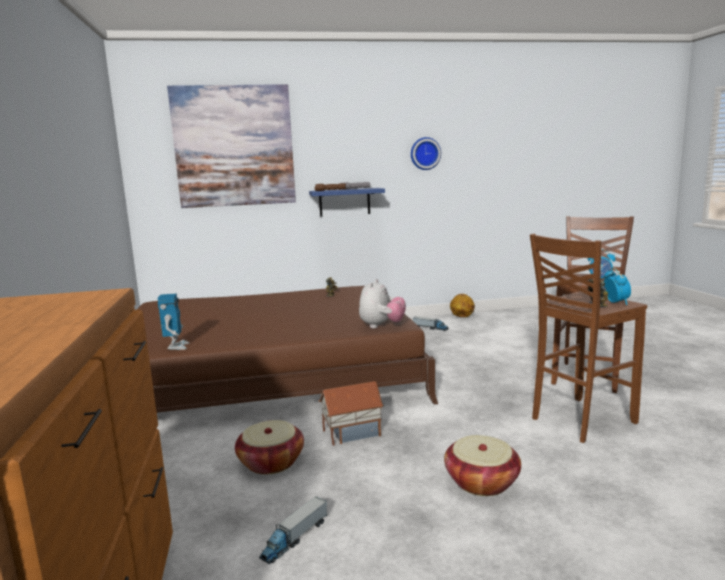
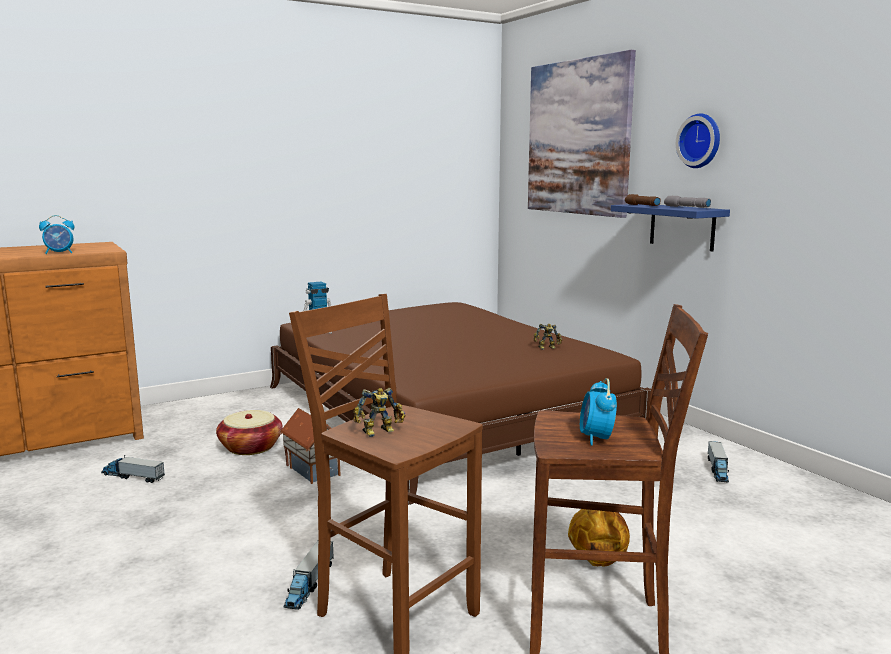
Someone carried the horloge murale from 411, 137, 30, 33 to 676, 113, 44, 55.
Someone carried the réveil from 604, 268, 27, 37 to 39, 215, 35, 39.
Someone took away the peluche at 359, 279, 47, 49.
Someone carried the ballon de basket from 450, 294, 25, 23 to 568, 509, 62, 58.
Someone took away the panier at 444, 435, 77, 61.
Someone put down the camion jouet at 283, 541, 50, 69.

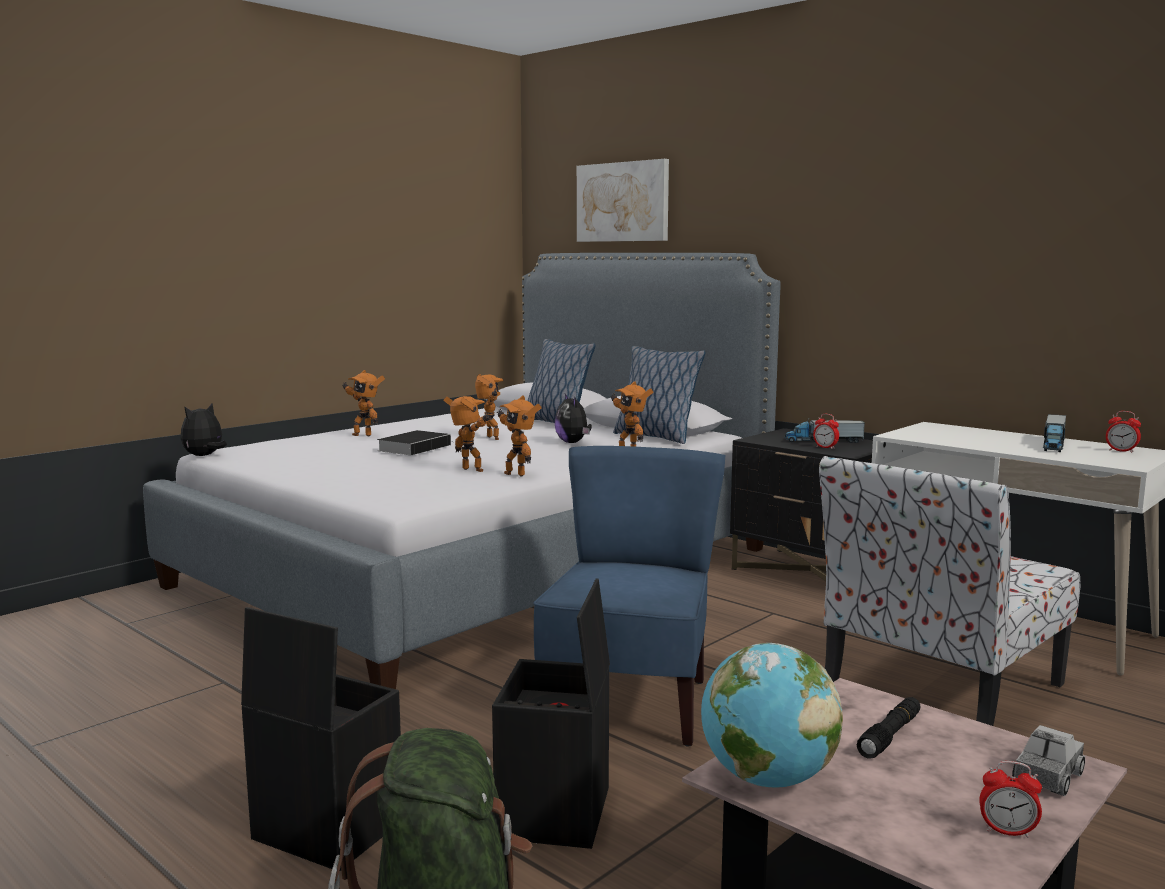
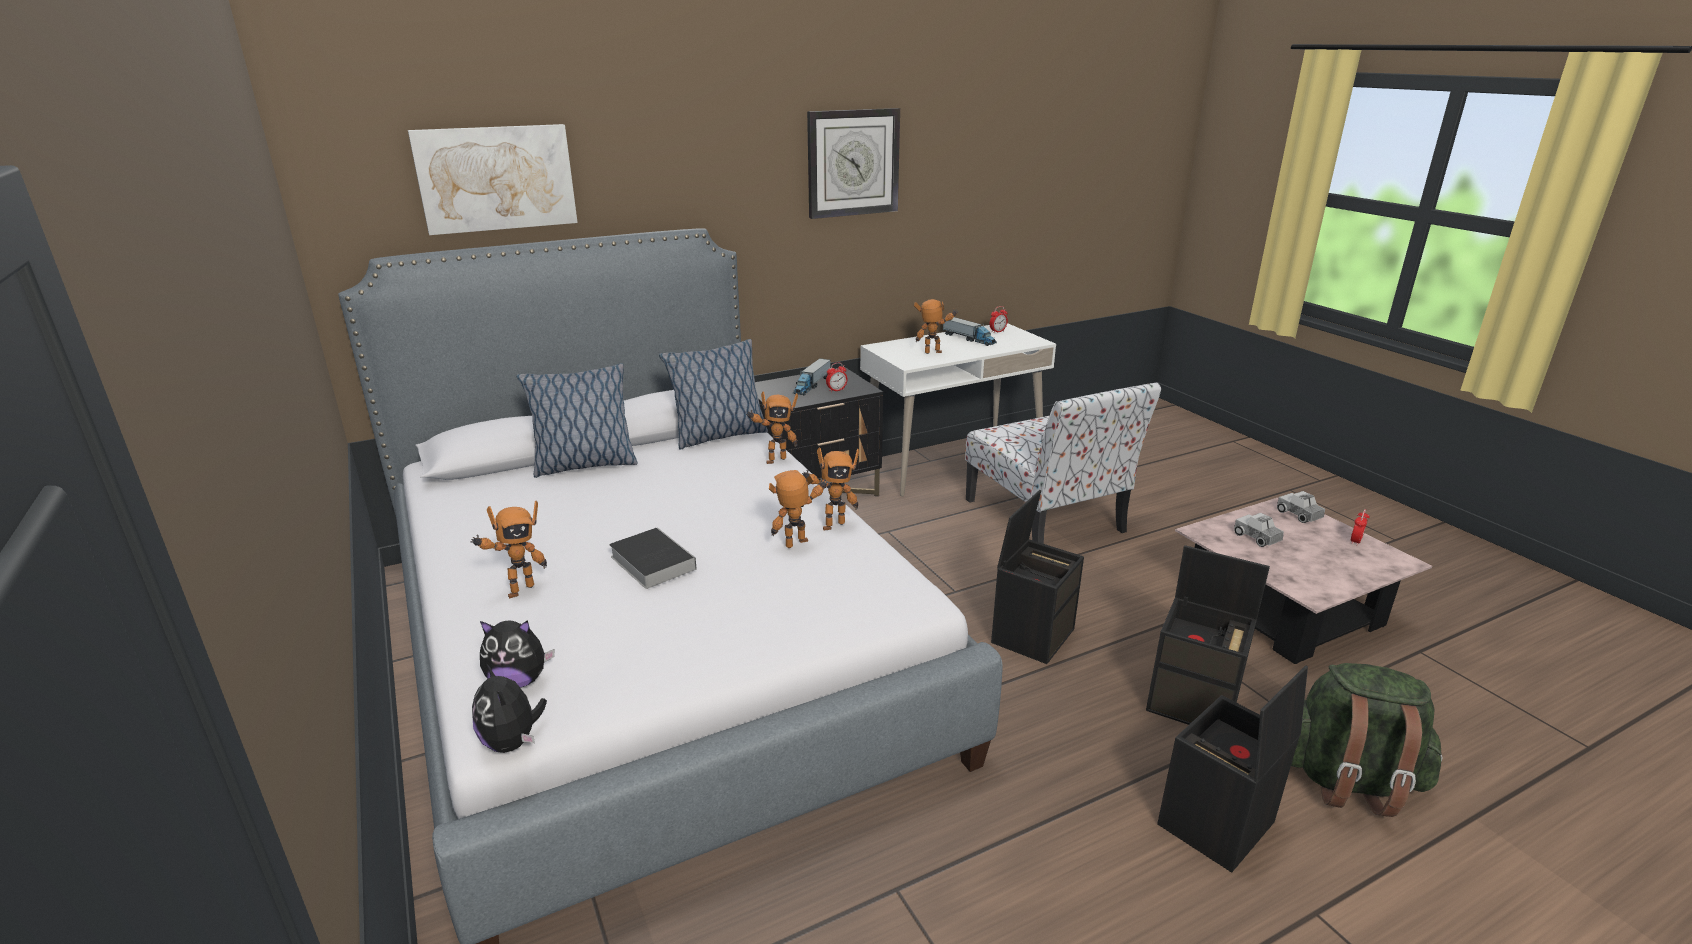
Someone carried the robot jouet from 475, 374, 28, 66 to 914, 299, 44, 55.
Someone carried the peluche from 555, 394, 37, 49 to 480, 620, 74, 68.
Someone swapped the chaise (bleu) at 533, 446, 192, 301 for the boîte de rangement (noir) at 991, 490, 93, 174.
Someone took away the globe at 701, 643, 142, 145.
Someone swapped the lampe de poche (noir) at 857, 697, 64, 62 for the camion jouet at 1234, 513, 50, 34.
Someone put up the horloge murale at 807, 108, 93, 111.

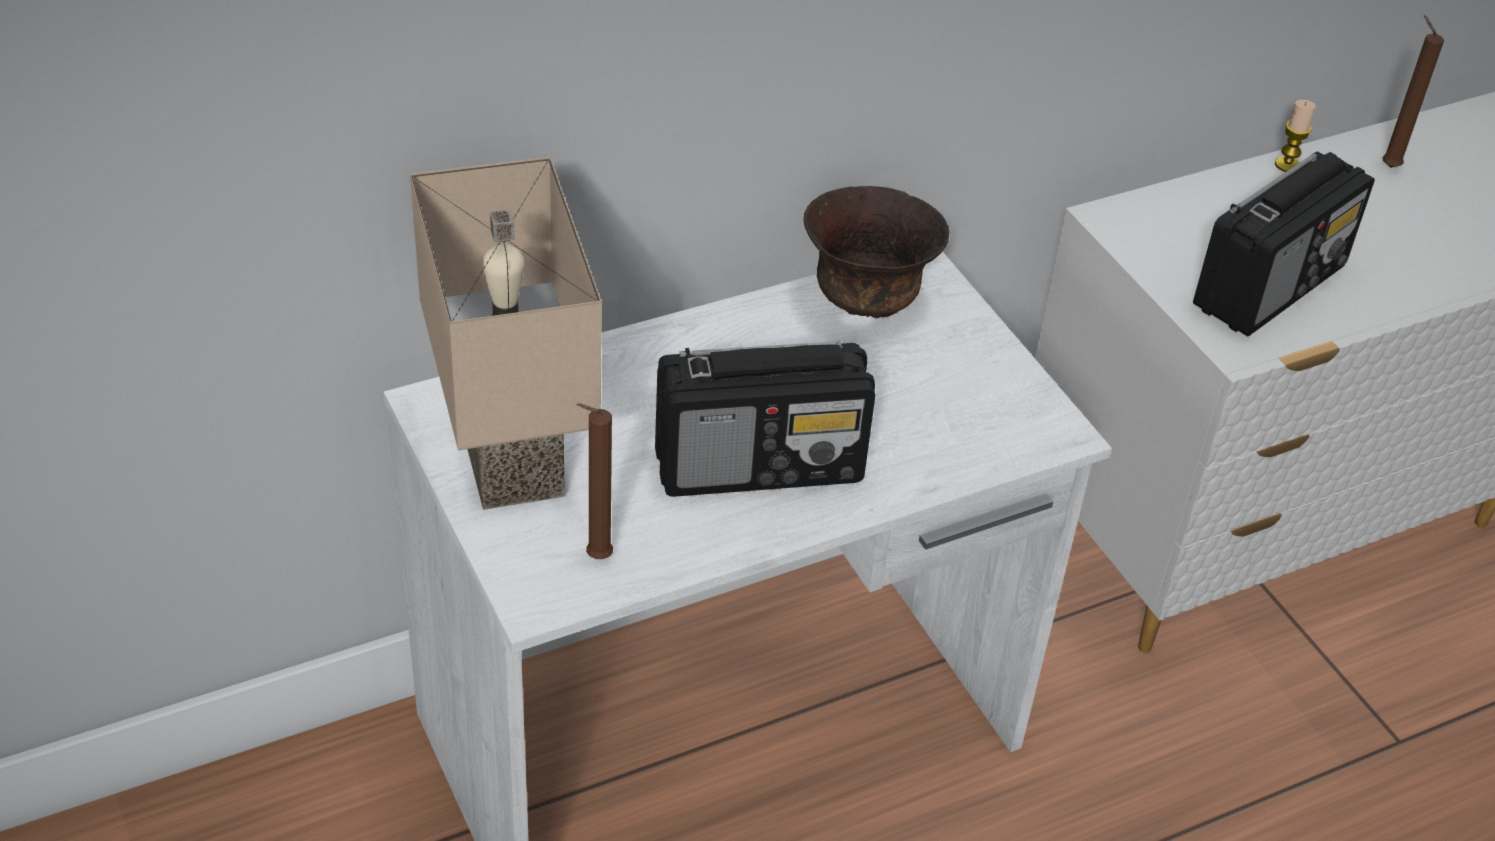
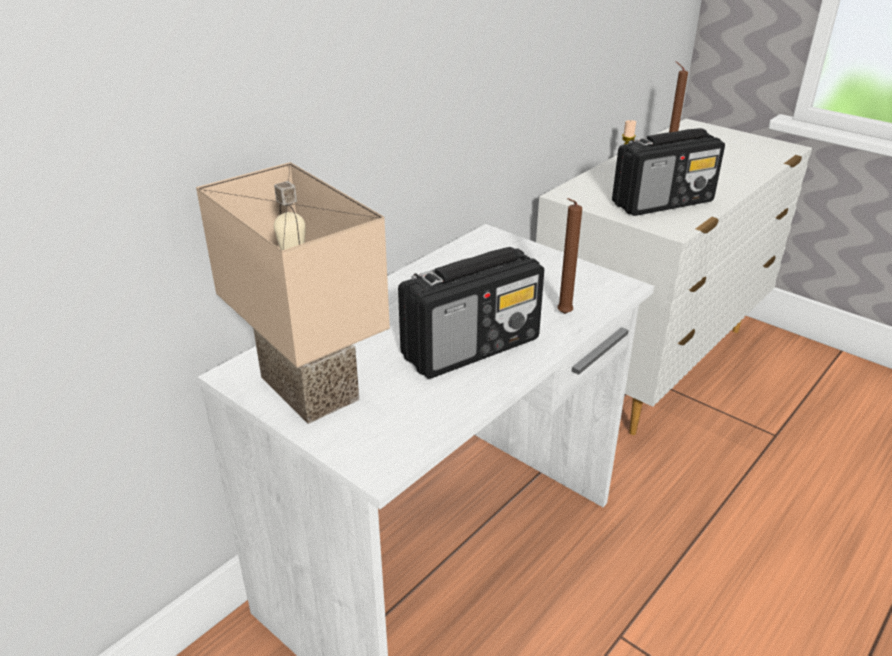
Someone rotated the radio at 1193, 151, 182, 185 by 45 degrees clockwise.
Someone took away the bol (marron) at 804, 186, 145, 132.
Someone carried the bougie (marron) from 576, 403, 37, 156 to 557, 198, 25, 116.

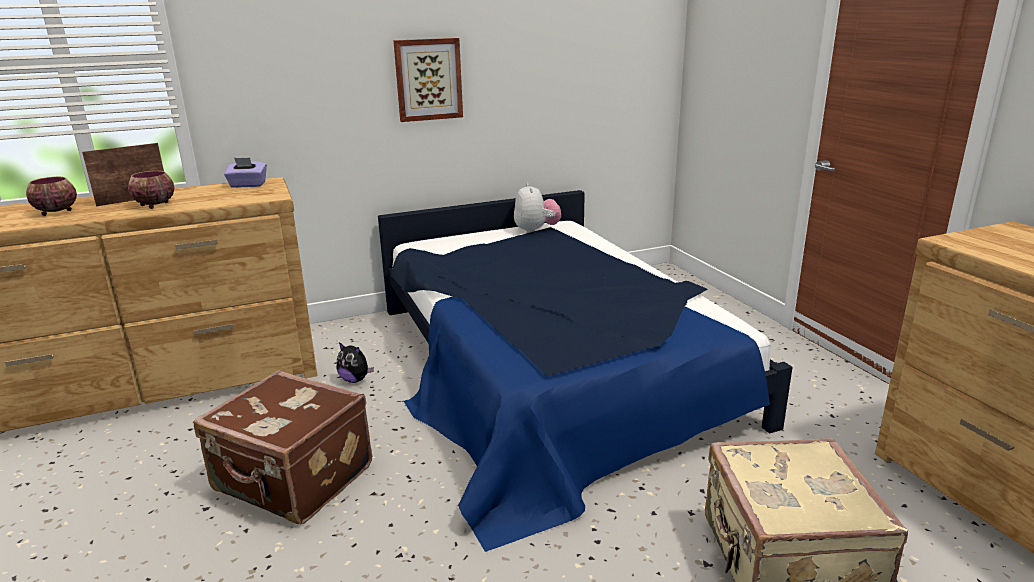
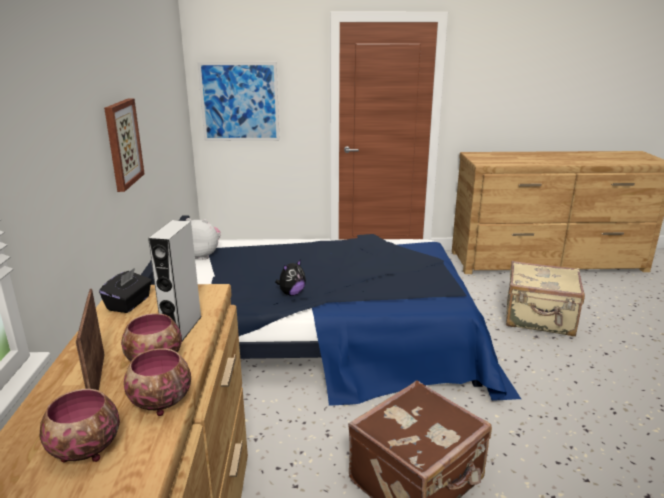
Someone repainted the boîte à mouchoirs (violet) at 224, 158, 43, 30, which became the boîte à mouchoirs (noir) at 99, 268, 53, 45.
Someone carried the peluche from 337, 342, 37, 41 to 275, 259, 31, 37.
Someone put up the tableau at 197, 62, 83, 79.
Someone put down the enceinte (gris) at 148, 220, 54, 121.
Someone put down the bol at 124, 348, 67, 68.

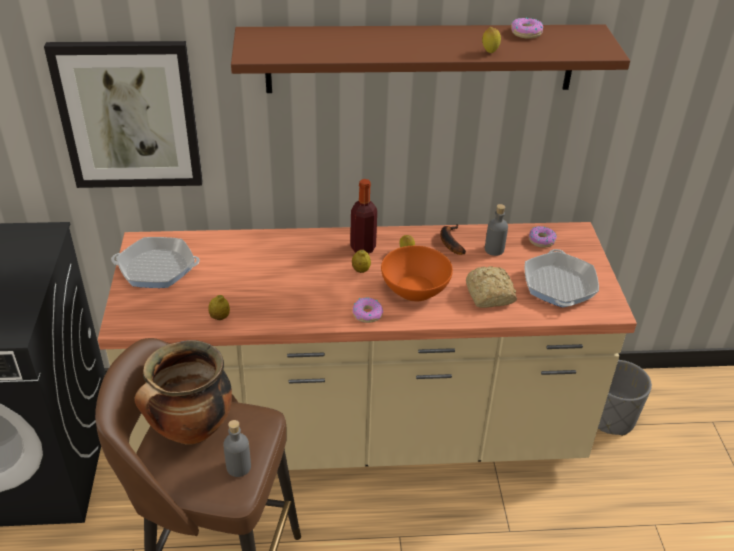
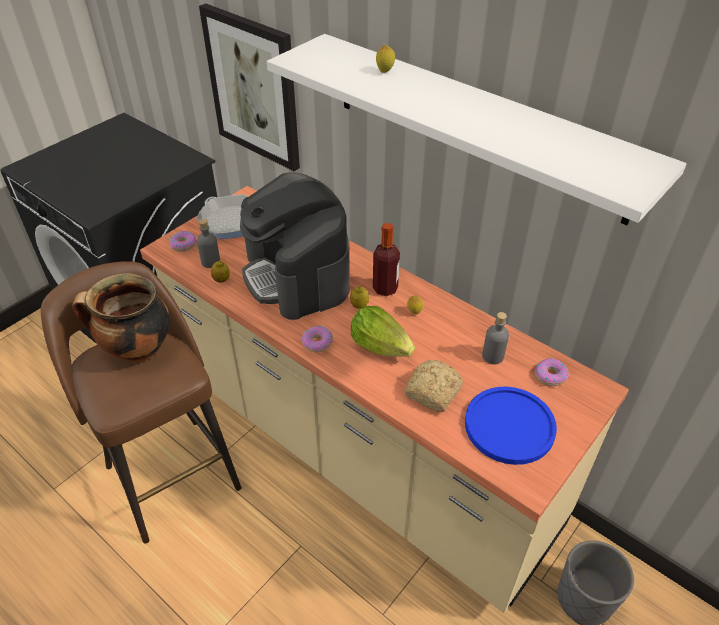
Someone carried the beignet from 511, 17, 32, 22 to 169, 231, 28, 21.
Someone repainted the étagère (marron) at 231, 25, 399, 68, which became the étagère (blanc) at 267, 34, 420, 191.
Someone carried the citron from 482, 27, 19, 26 to 376, 45, 19, 28.
Someone took away the banane at 440, 224, 26, 31.
Someone swapped the bol (orange) at 381, 246, 72, 55 for the laitue at 351, 306, 64, 51.
Someone swapped the poêle at 524, 249, 75, 58 for the assiette (bleu) at 465, 387, 92, 78.
Someone carried the bouteille (gris) from 223, 420, 28, 57 to 197, 219, 23, 49.
Someone put down the machine à café at 240, 172, 110, 148.

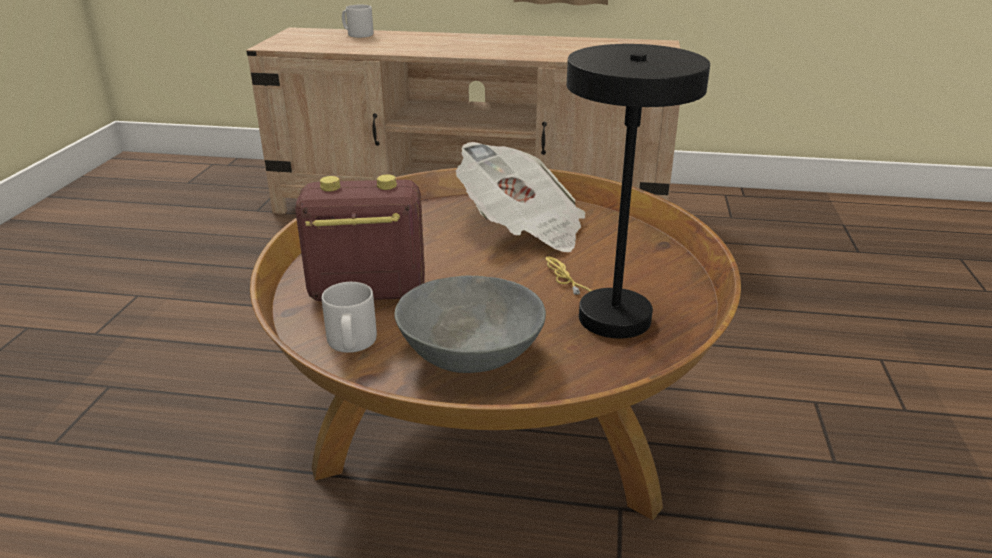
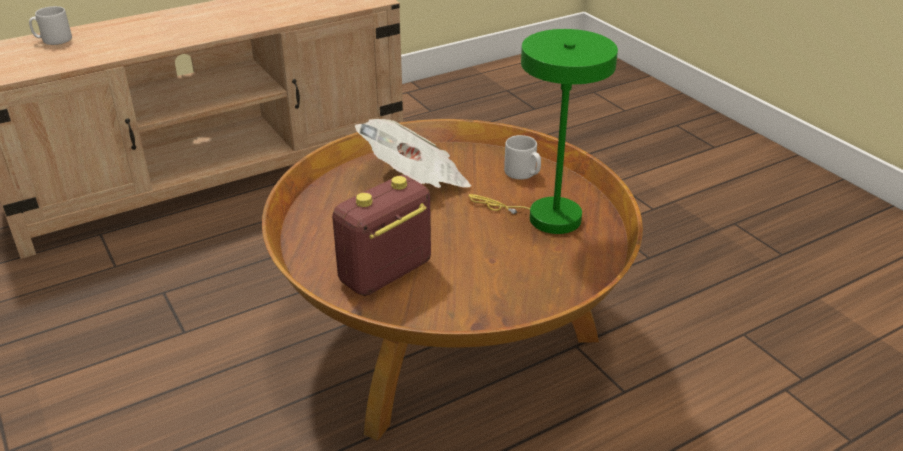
Someone repainted the lampe de table (noir) at 545, 44, 165, 294, which became the lampe de table (vert) at 468, 29, 150, 205.
Someone took away the bol (gris) at 394, 276, 152, 97.
Someone carried the mug (gris) from 322, 282, 55, 71 to 504, 135, 37, 45.

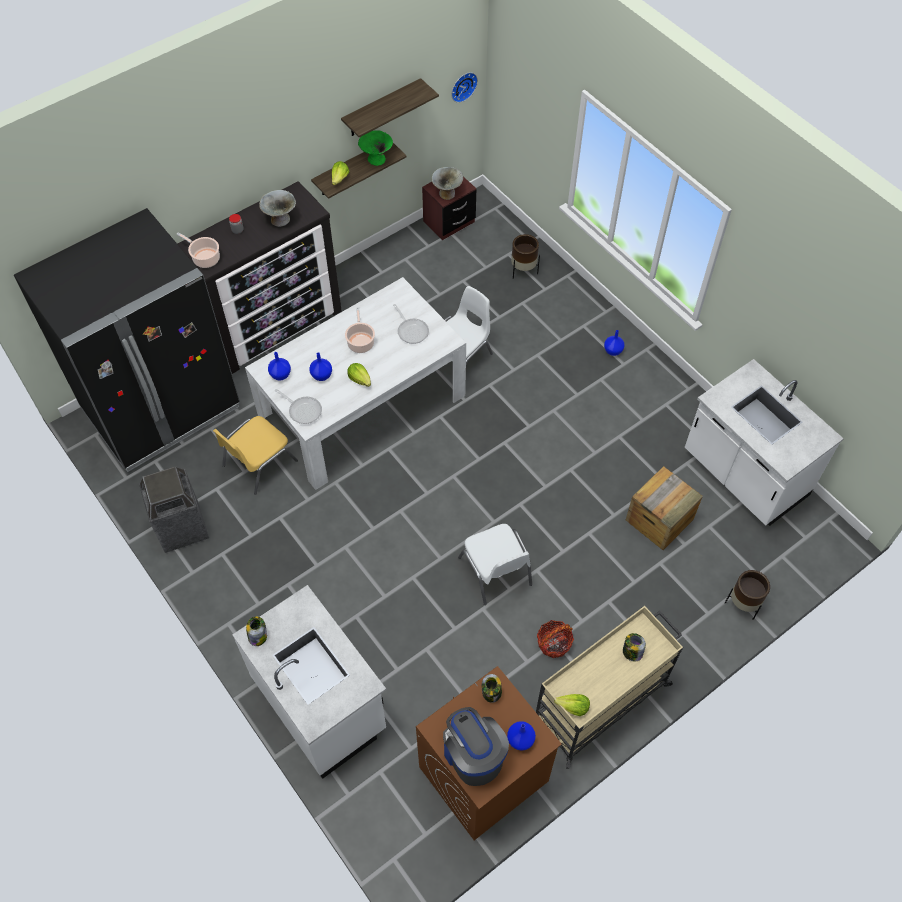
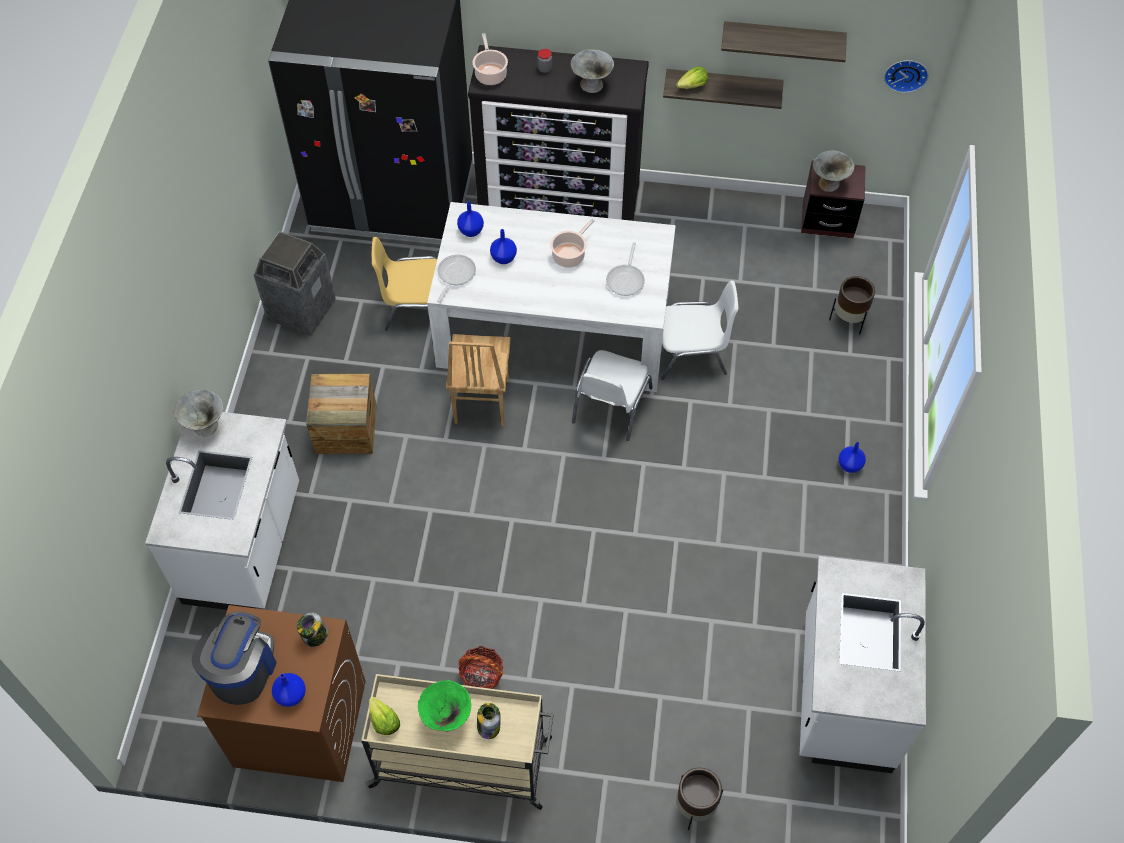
Someone carried the bol (vert) from 358, 130, 35, 36 to 418, 680, 53, 52.
Someone took away the laitue at 347, 363, 24, 24.
Someone rotated the poêle at 275, 389, 47, 35 by 150 degrees counterclockwise.
Someone carried the caisse from 626, 466, 77, 84 to 306, 374, 71, 80.
Someone carried the chaise (blanc) from 458, 524, 74, 81 to 572, 350, 80, 91.
Someone swapped the bocal at 246, 616, 21, 30 for the bol (gris) at 174, 389, 49, 48.
Someone put down the chaise (marron) at 446, 334, 65, 92.

